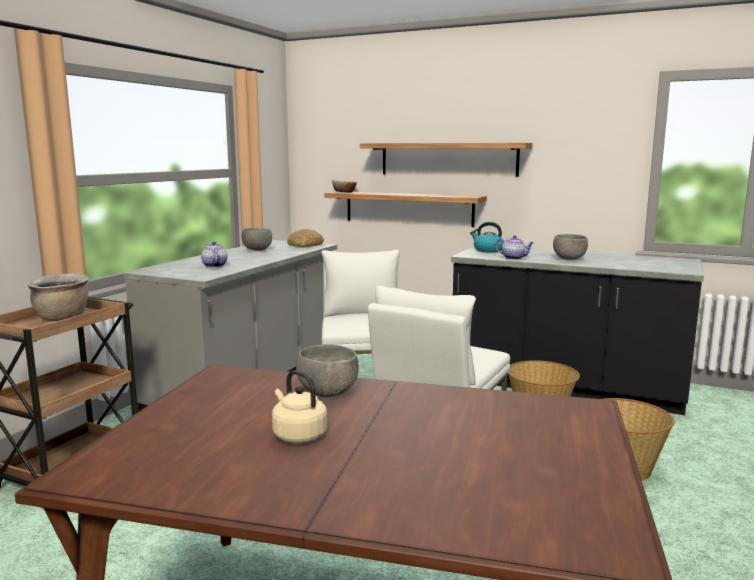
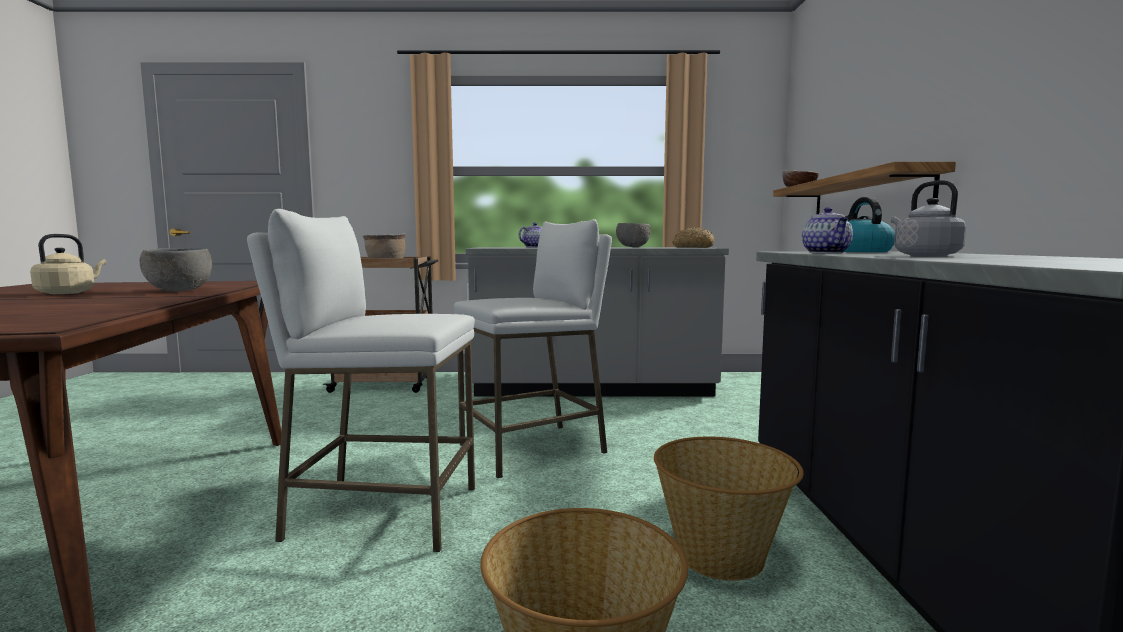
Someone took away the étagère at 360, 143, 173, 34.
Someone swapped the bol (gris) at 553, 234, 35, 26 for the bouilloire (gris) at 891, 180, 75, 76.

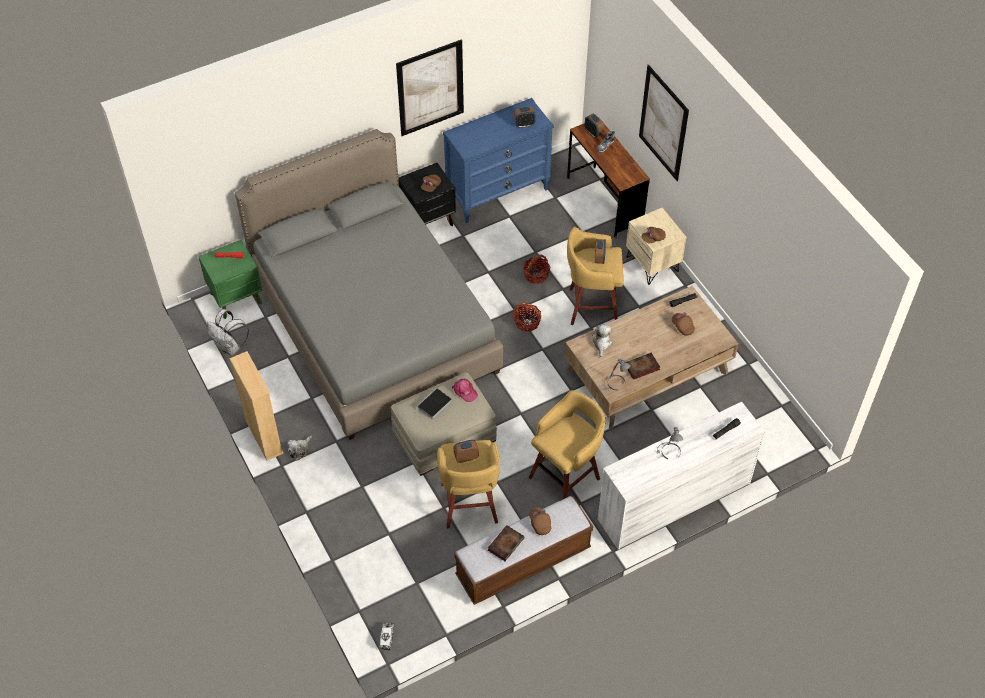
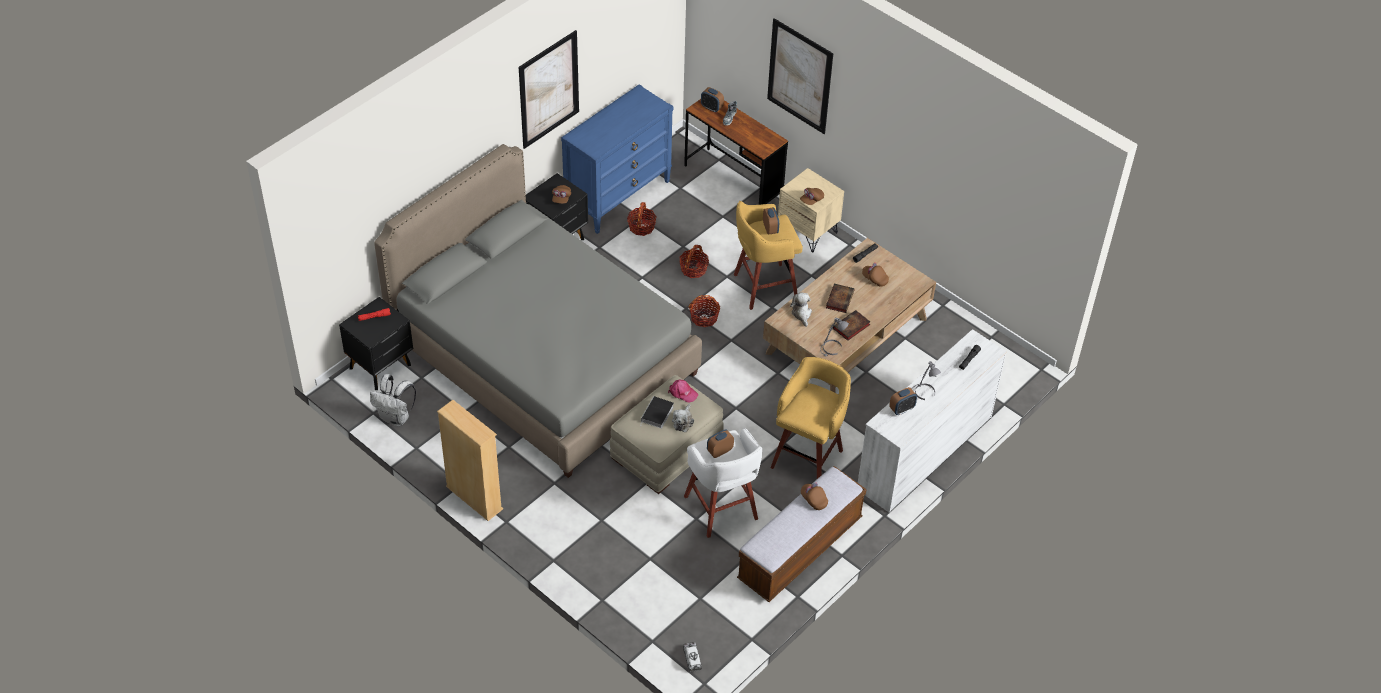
Someone carried the réveil from 514, 107, 22, 21 to 889, 387, 28, 28.
Someone repainted the table de chevet (vert) at 199, 240, 63, 79, which became the table de chevet (noir) at 339, 297, 74, 93.
Someone carried the peluche from 287, 435, 25, 26 to 672, 404, 22, 28.
Someone repainted the tabouret (jaune) at 437, 440, 63, 88, which became the tabouret (blanc) at 684, 428, 78, 110.
Someone carried the livre from 488, 525, 37, 36 to 826, 284, 29, 29.
Someone put down the panier at 627, 202, 30, 34.

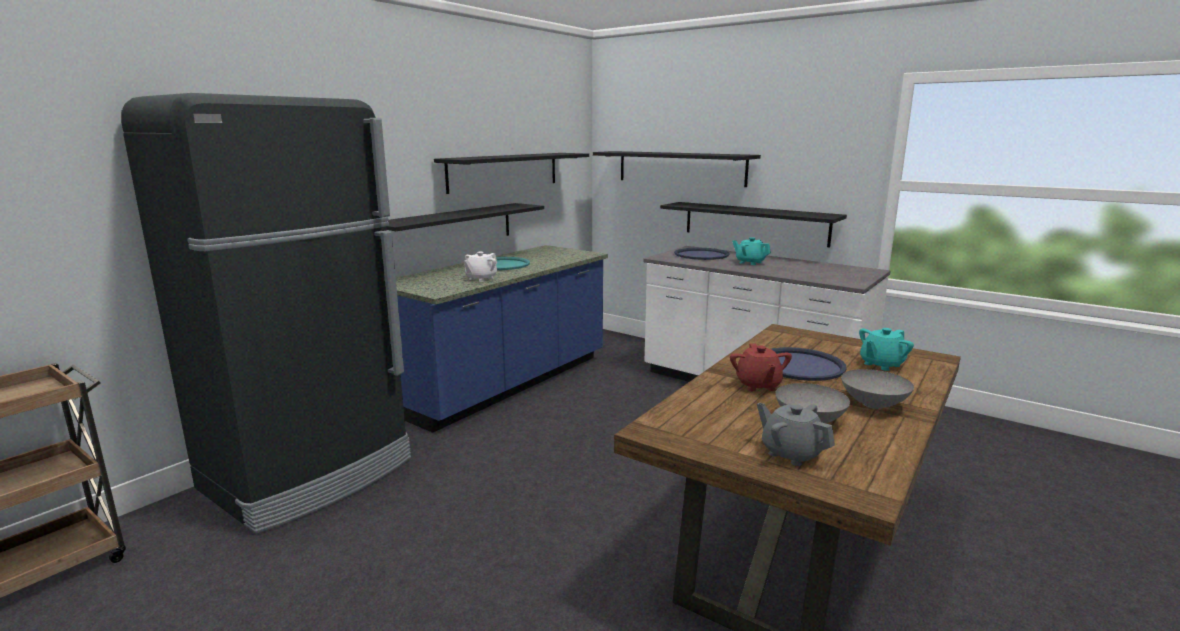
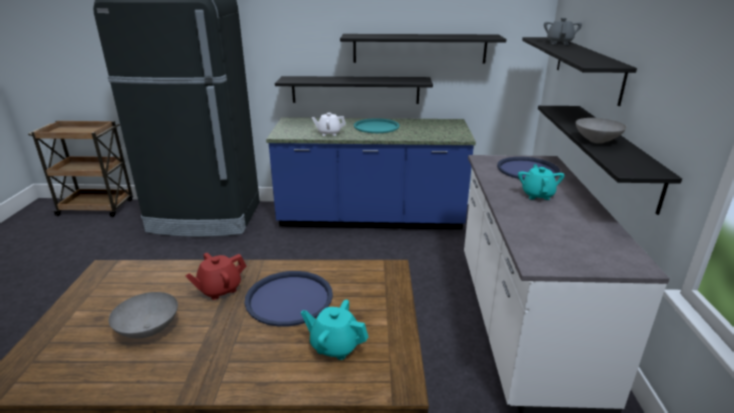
Someone carried the bol (gris) from 841, 369, 73, 40 to 575, 118, 52, 26.
Someone carried the théière (gris) from 757, 403, 78, 63 to 544, 18, 38, 27.

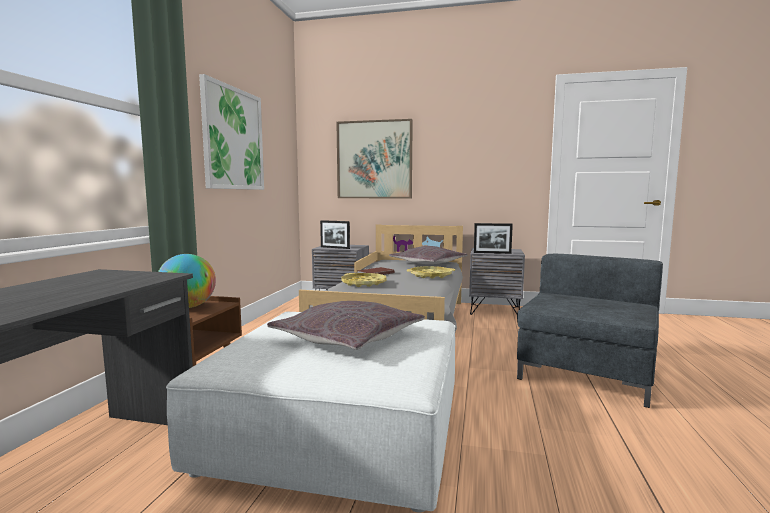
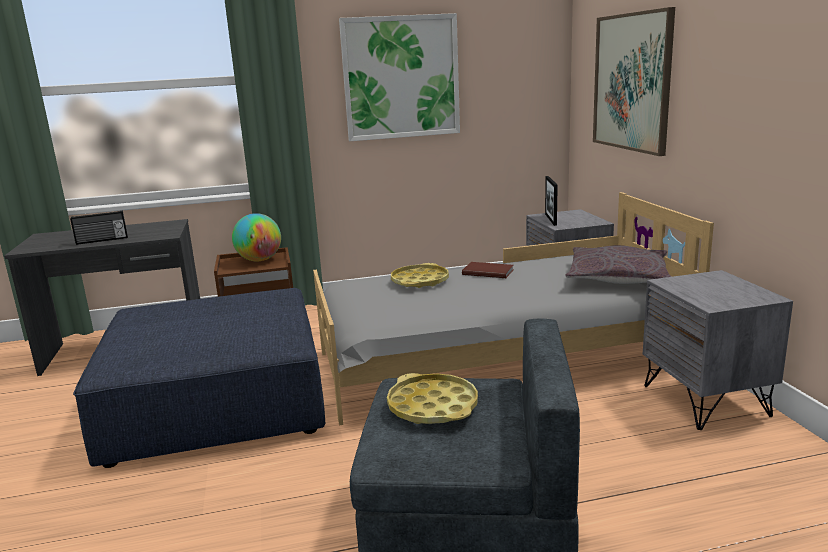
Someone took away the cadre photo at 474, 223, 39, 31.
Someone carried the plateau (jaune) from 407, 266, 48, 13 to 387, 373, 91, 51.
Someone took away the coussin (gris) at 267, 301, 158, 49.
Someone repainted the pouf (blanc) at 166, 312, 289, 201, which became the pouf (bleu) at 73, 288, 252, 180.
Someone put down the radio at 70, 211, 58, 34.

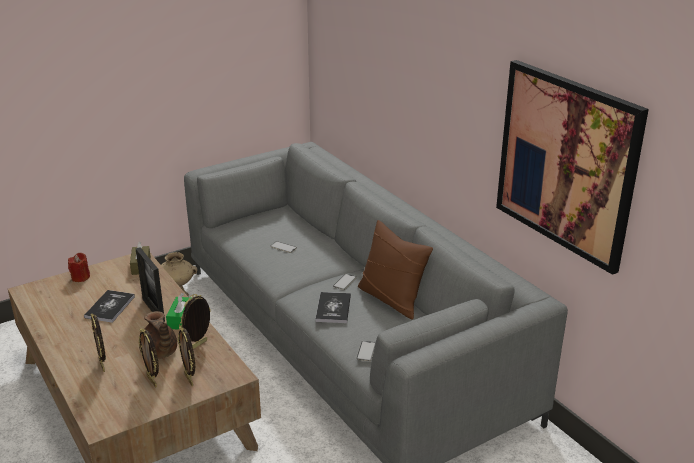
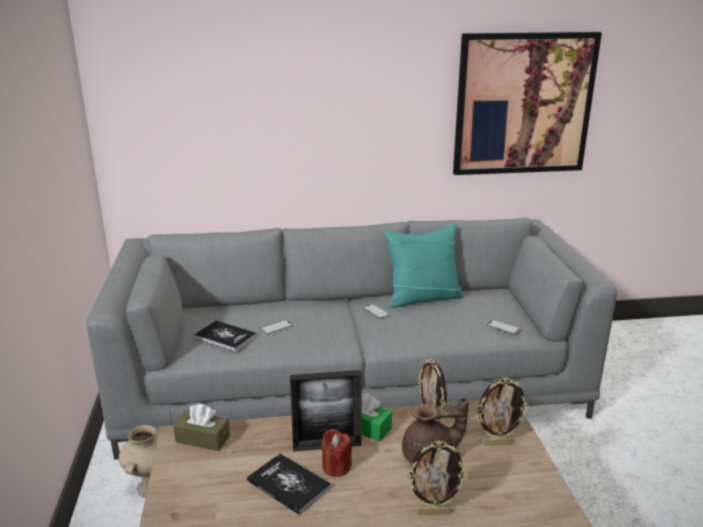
Someone repainted the coussin (marron) at 358, 220, 75, 99, which became the coussin (turquoise) at 384, 224, 80, 84.
Someone carried the bougie (rouge) from 68, 253, 22, 29 to 321, 429, 31, 48.
Someone carried the livre from 316, 292, 35, 31 to 194, 321, 63, 31.
Someone took away the cadre photo at 138, 328, 21, 60.

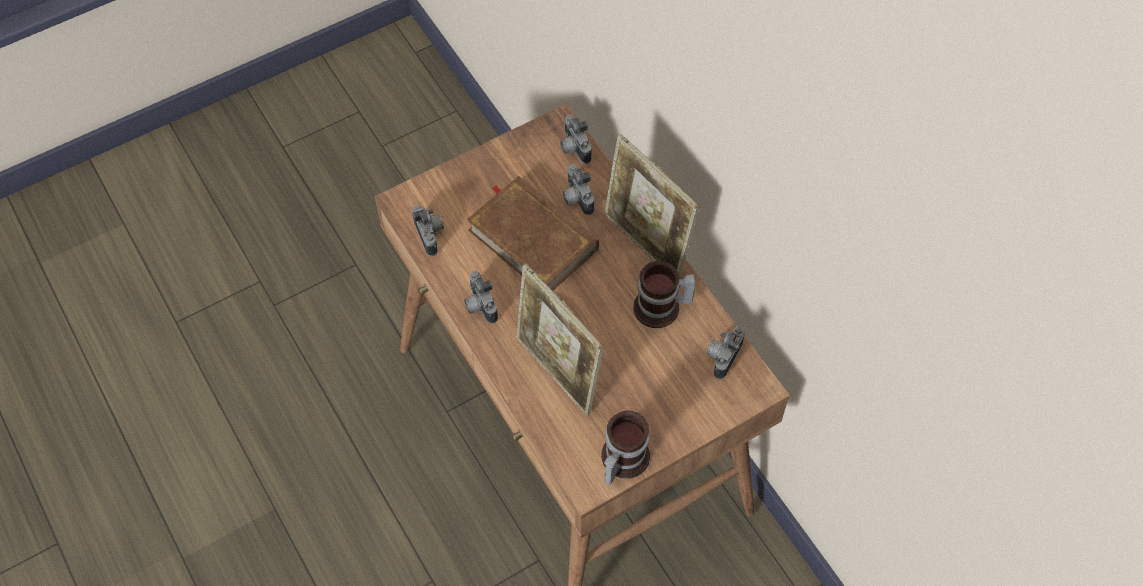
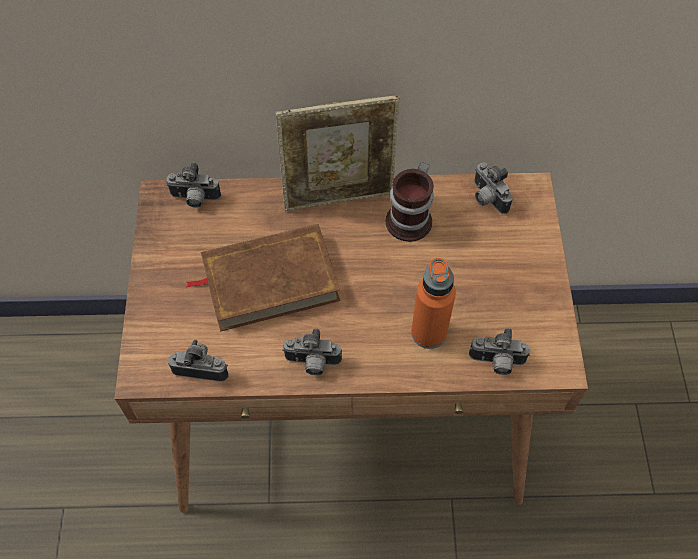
Someone carried the appareil photo from 562, 164, 32, 51 to 469, 328, 61, 47.
Someone swapped the cadre photo at 516, 263, 88, 153 for the bouteille (orange) at 411, 258, 45, 91.
Someone took away the mug at 601, 411, 49, 74.

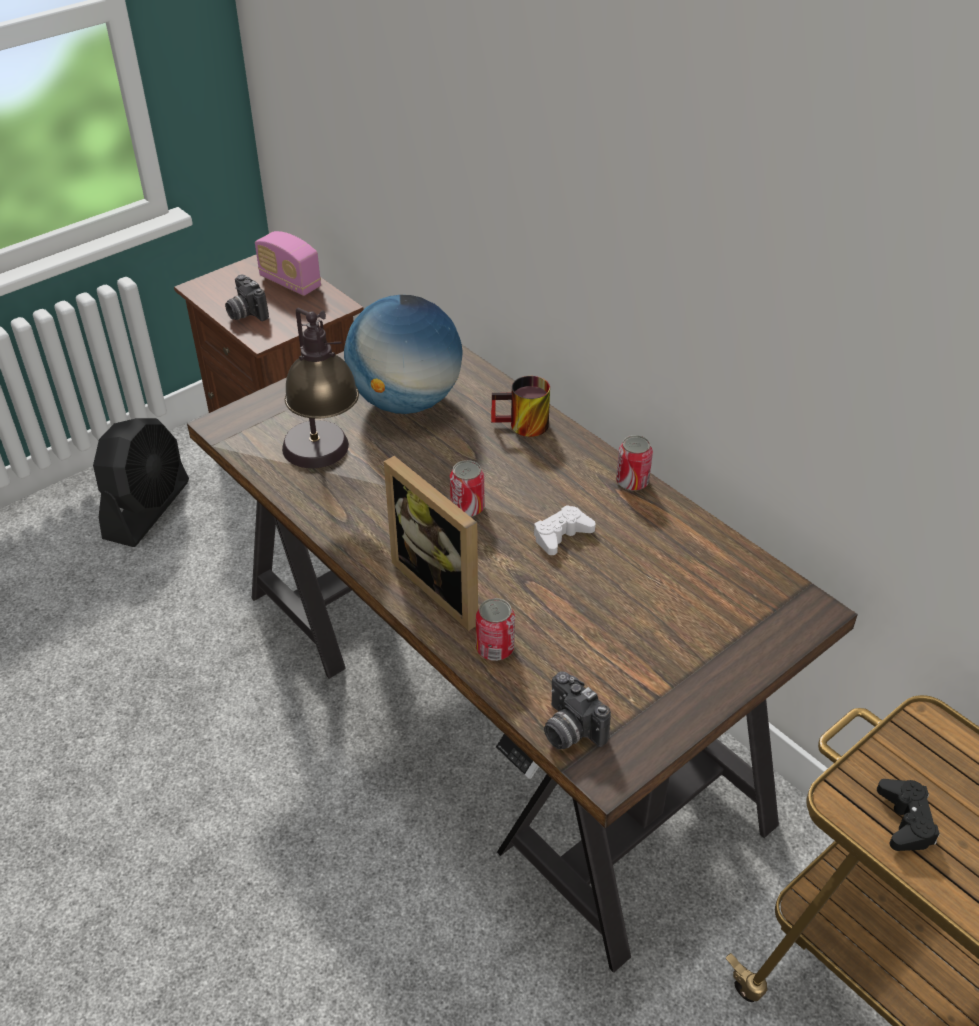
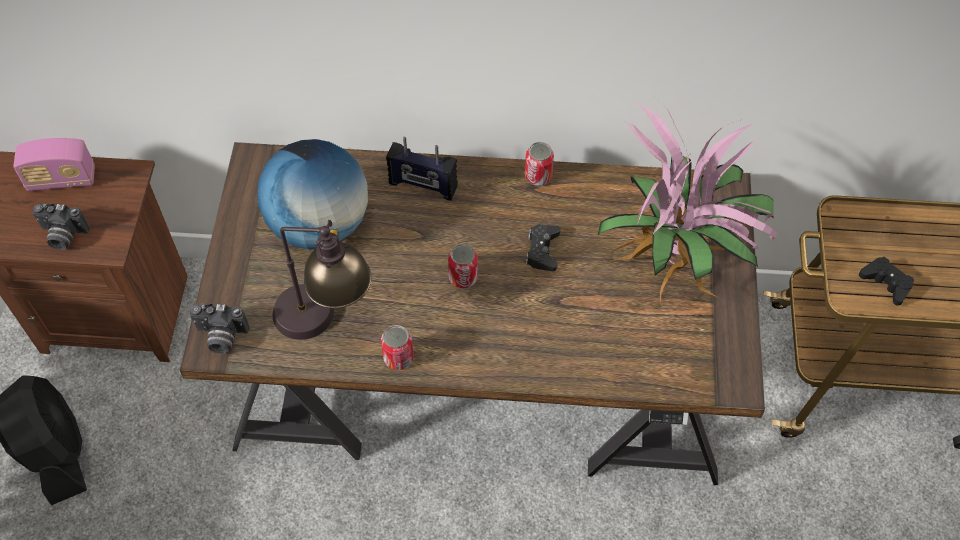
Someone swapped the mug at 491, 376, 59, 61 for the radio at 386, 137, 72, 64.
Someone took away the cadre photo at 384, 456, 94, 175.
Someone repainted the manette (blanc) at 534, 505, 62, 50, which became the manette (noir) at 526, 224, 35, 47.
Someone carried the boîte métallique from 476, 598, 39, 63 to 381, 325, 33, 45.
Someone carried the appareil photo from 544, 671, 67, 78 to 190, 303, 59, 51.
Someone put down the plante en pot at 598, 96, 179, 210.

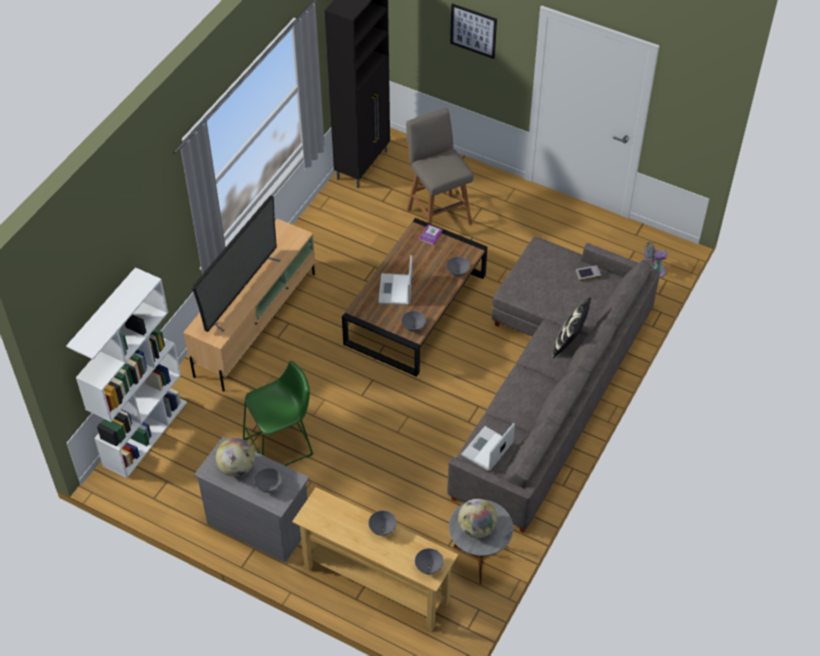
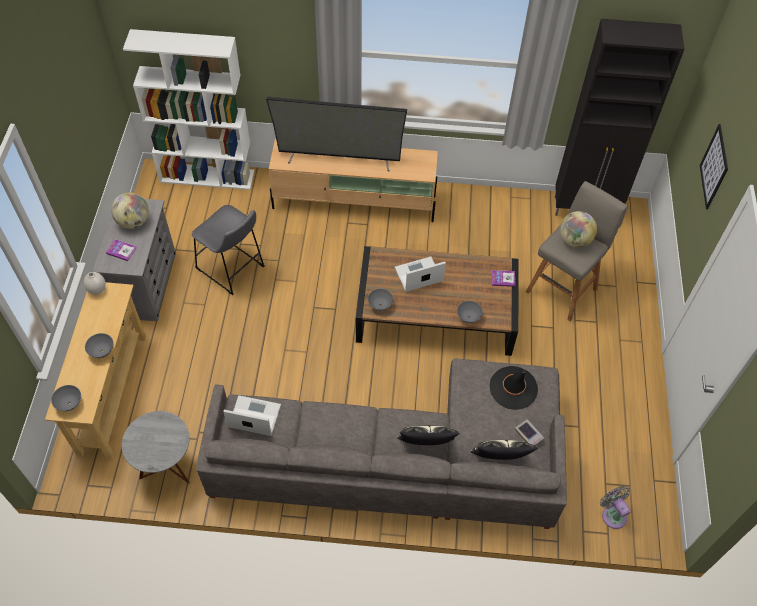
Someone repainted the tabouret (vert) at 242, 361, 72, 105, which became the tabouret (gris) at 192, 205, 73, 90.
Someone swapped the bol (gris) at 254, 468, 28, 25 for the livre at 106, 239, 30, 22.
Someone carried the globe from 458, 499, 39, 39 to 560, 211, 37, 37.
Someone put down the vase (blanc) at 84, 272, 22, 23.
Someone put down the chapeau (noir) at 490, 366, 48, 44.
Someone put down the coussin at 471, 440, 67, 20.

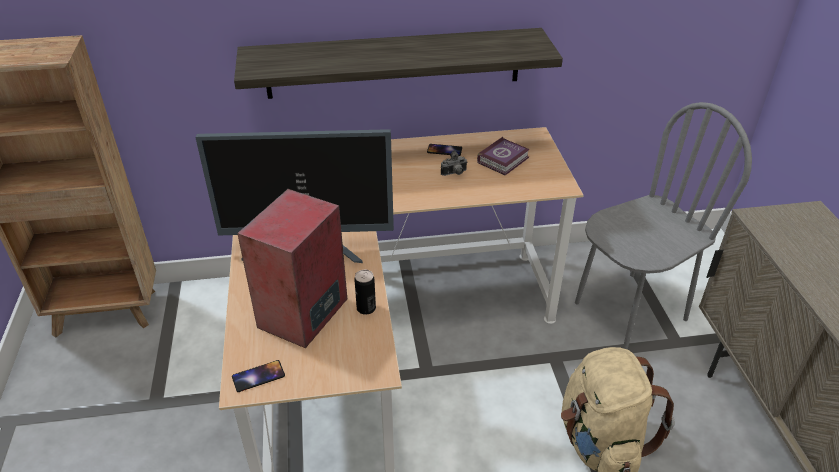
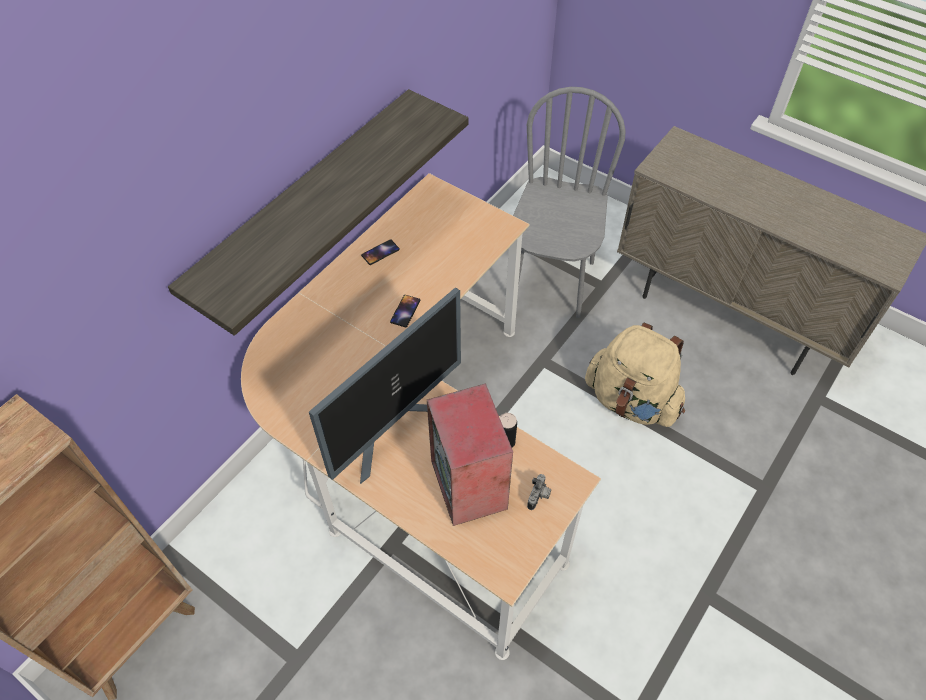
Someone took away the livre at 477, 137, 53, 38.
Someone carried the appareil photo from 441, 150, 27, 26 to 527, 474, 25, 36.
Someone carried the téléphone from 232, 360, 53, 32 to 390, 295, 30, 32.

